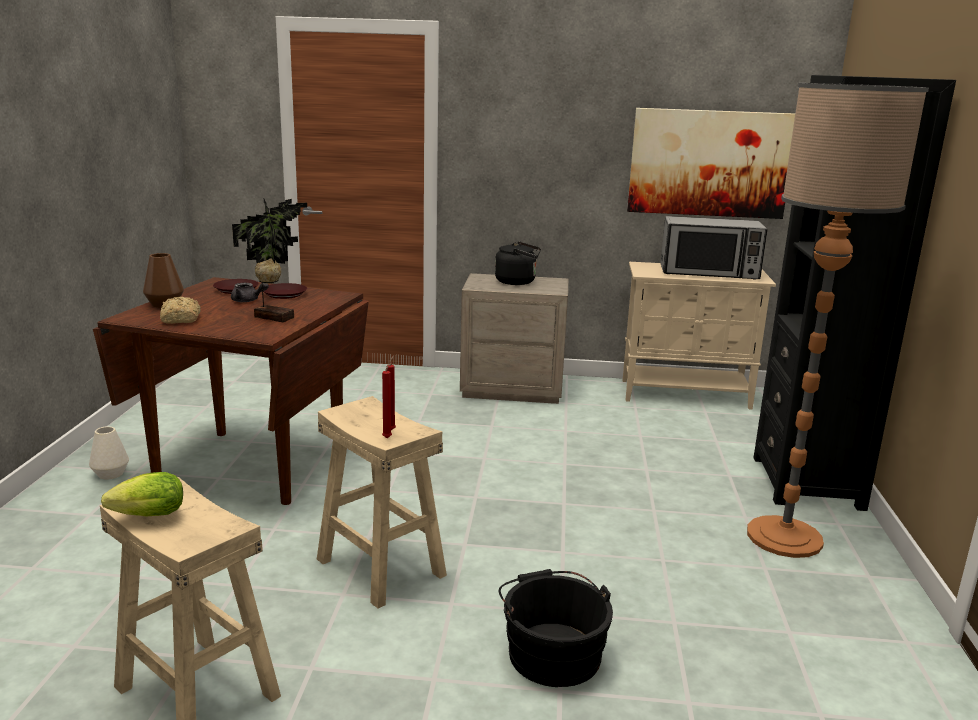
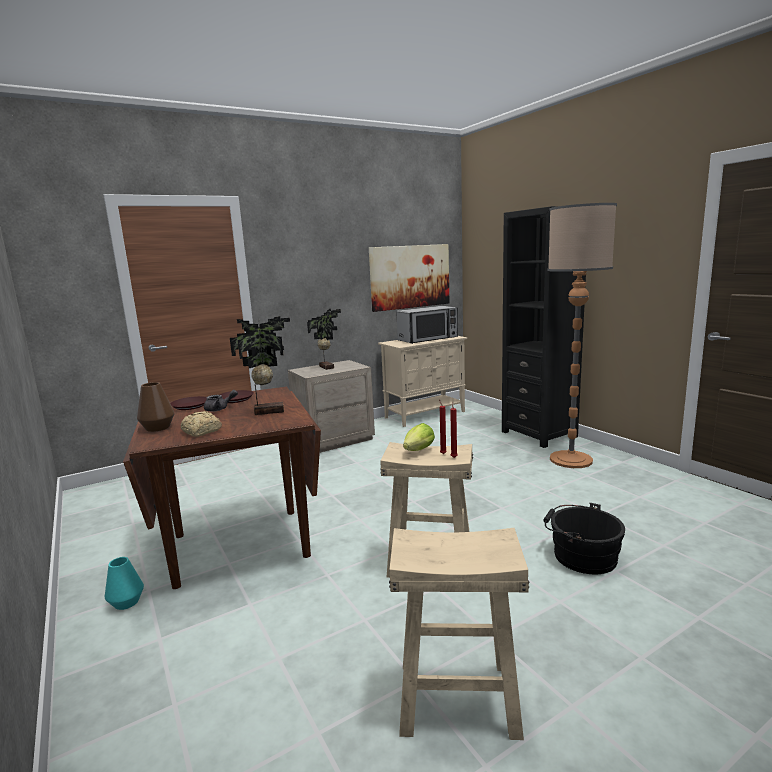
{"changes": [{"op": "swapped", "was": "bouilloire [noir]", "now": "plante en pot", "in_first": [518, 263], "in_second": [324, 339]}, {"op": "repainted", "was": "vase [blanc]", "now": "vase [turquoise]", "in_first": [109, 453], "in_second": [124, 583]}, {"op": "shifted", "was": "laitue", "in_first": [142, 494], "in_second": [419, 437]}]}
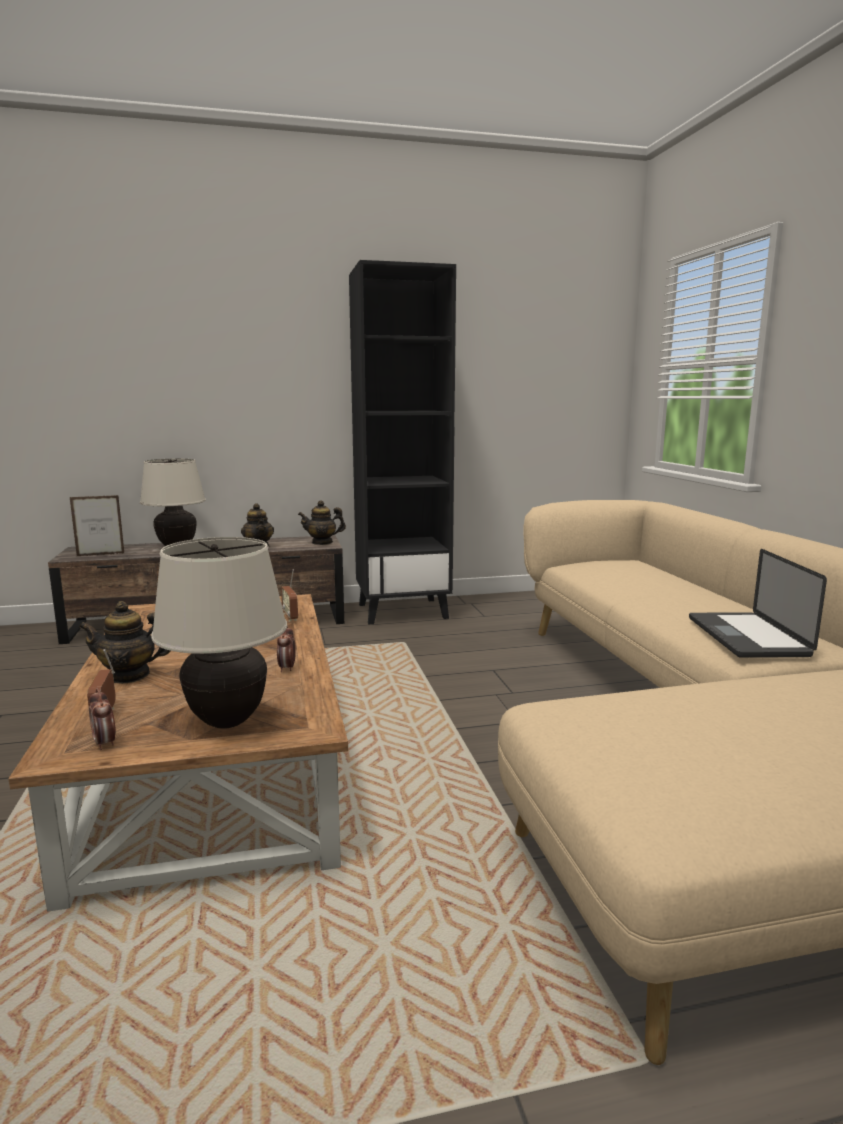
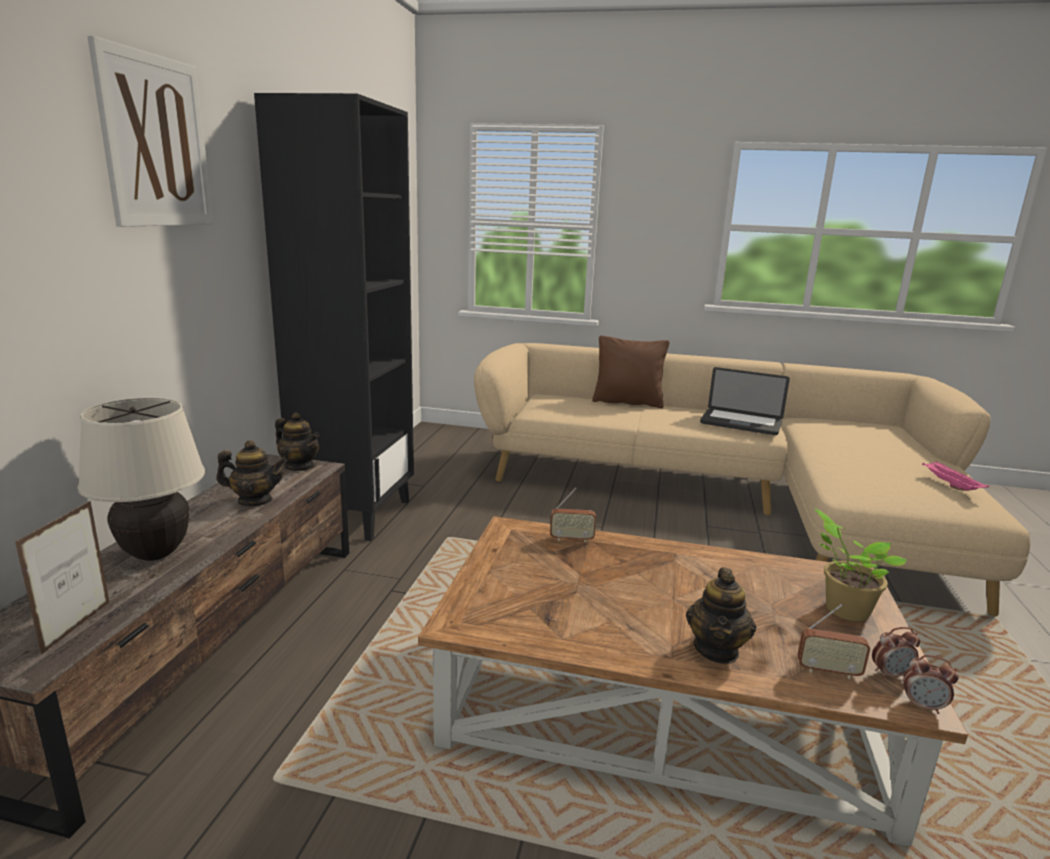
{"changes": [{"op": "rotated", "was": "théière", "in_first": [322, 522], "in_second": [297, 441], "clockwise": -75}, {"op": "swapped", "was": "lampe de table [beige]", "now": "plante en pot", "in_first": [219, 633], "in_second": [860, 564]}, {"op": "shifted", "was": "réveil", "in_first": [286, 649], "in_second": [931, 684]}, {"op": "new", "now": "tableau", "in_second": [150, 131]}, {"op": "new", "now": "coussin [marron]", "in_second": [631, 371]}, {"op": "new", "now": "plateau [rose]", "in_second": [955, 476]}]}
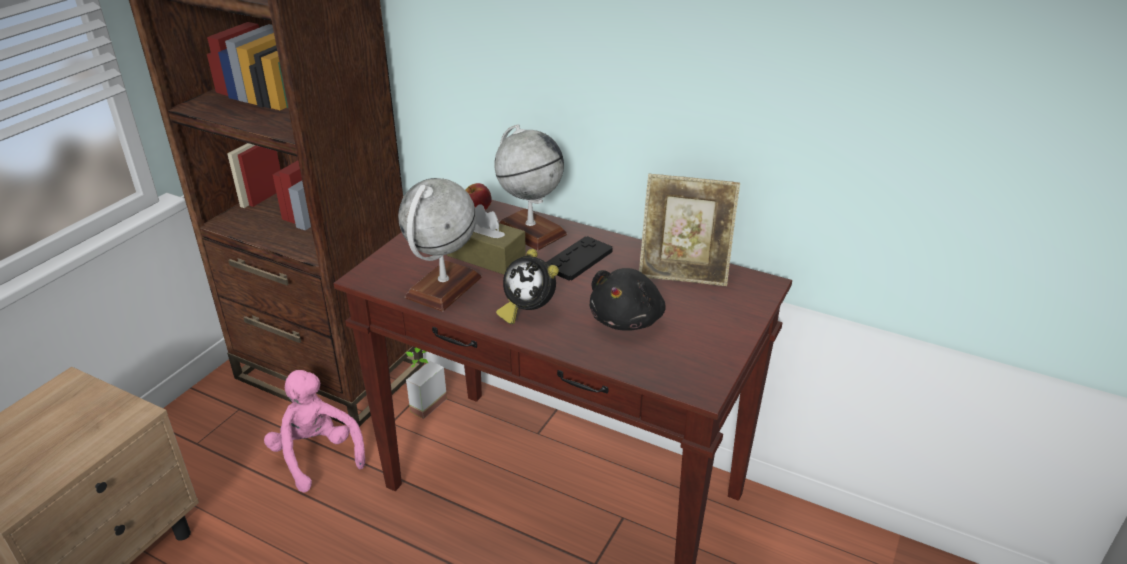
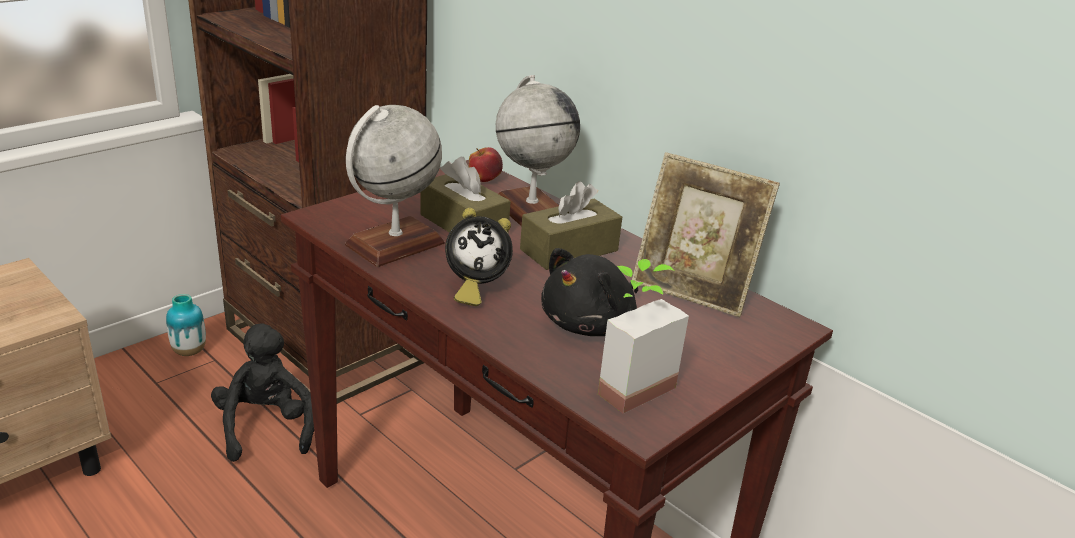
{"changes": [{"op": "swapped", "was": "manette [noir]", "now": "boîte à mouchoirs [marron]", "in_first": [579, 258], "in_second": [571, 225]}, {"op": "rotated", "was": "réveil", "in_first": [527, 286], "in_second": [479, 257], "clockwise": -60}, {"op": "shifted", "was": "plante en pot", "in_first": [426, 383], "in_second": [643, 336]}, {"op": "repainted", "was": "peluche [rose]", "now": "peluche [noir]", "in_first": [314, 431], "in_second": [262, 393]}, {"op": "new", "now": "vase", "in_second": [186, 325]}]}
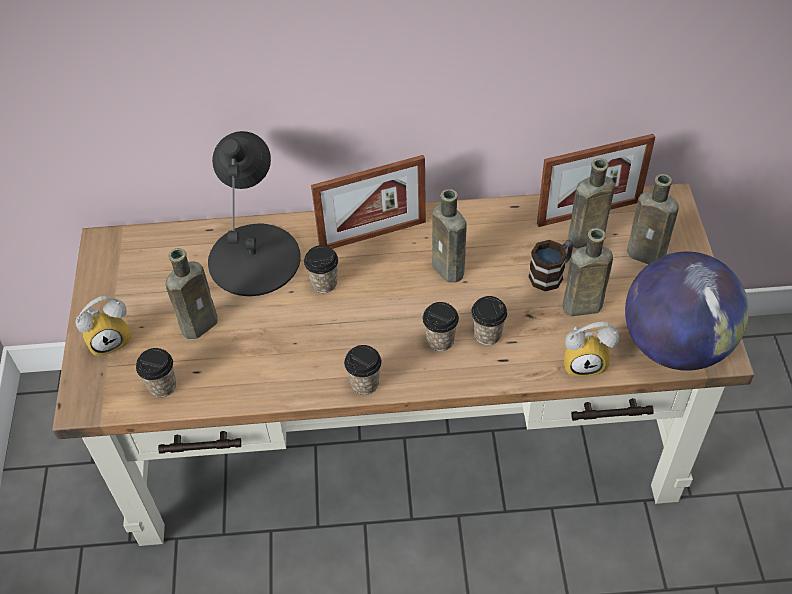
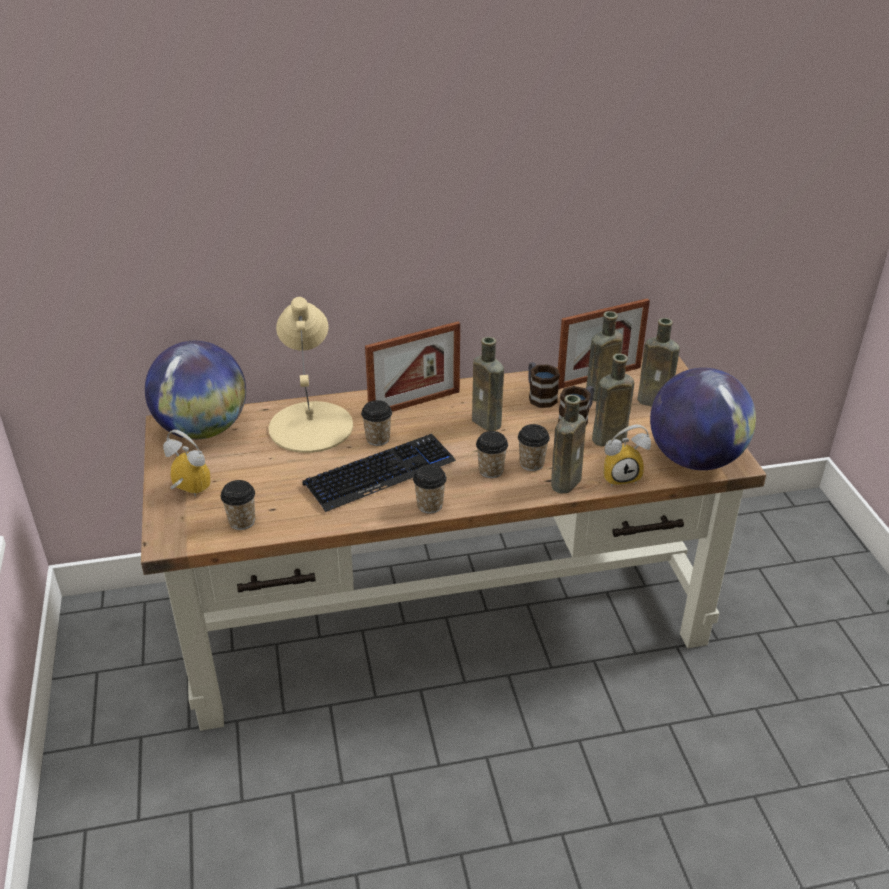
{"changes": [{"op": "repainted", "was": "lampe de table [noir]", "now": "lampe de table [beige]", "in_first": [254, 213], "in_second": [310, 375]}, {"op": "shifted", "was": "bouteille [marron]", "in_first": [191, 293], "in_second": [568, 444]}, {"op": "rotated", "was": "réveil", "in_first": [103, 326], "in_second": [187, 463], "clockwise": -120}, {"op": "new", "now": "globe", "in_second": [195, 390]}, {"op": "new", "now": "mug", "in_second": [544, 385]}, {"op": "new", "now": "clavier", "in_second": [379, 473]}]}
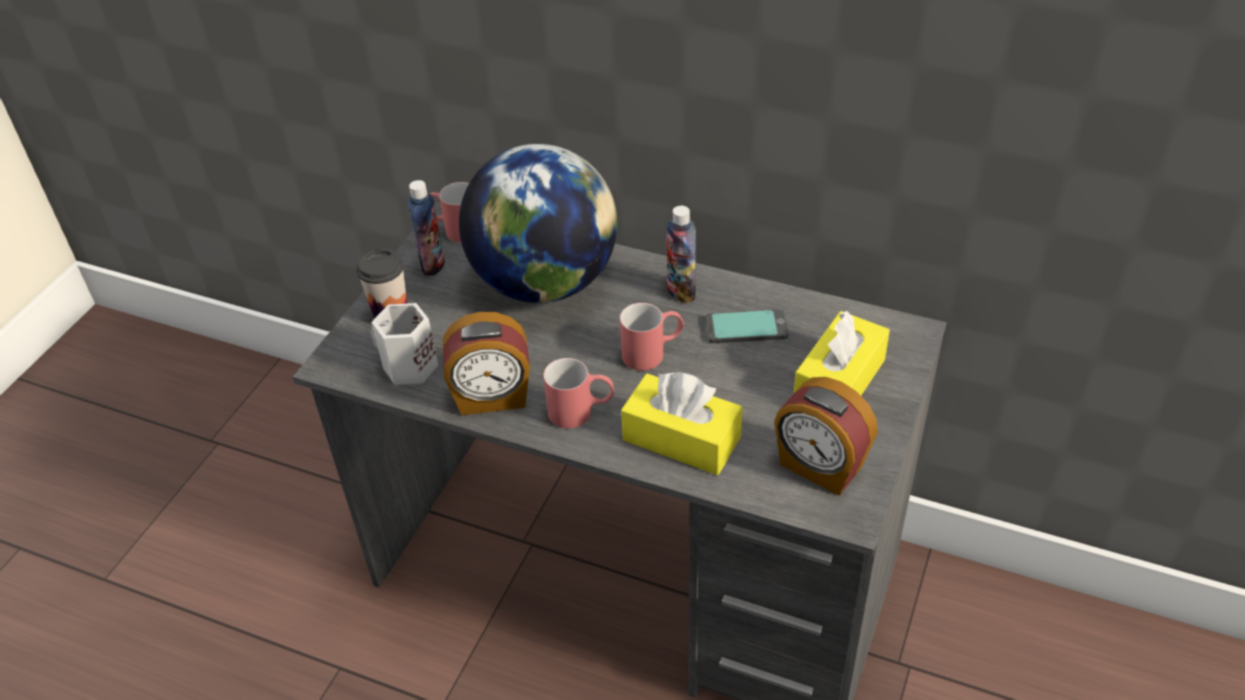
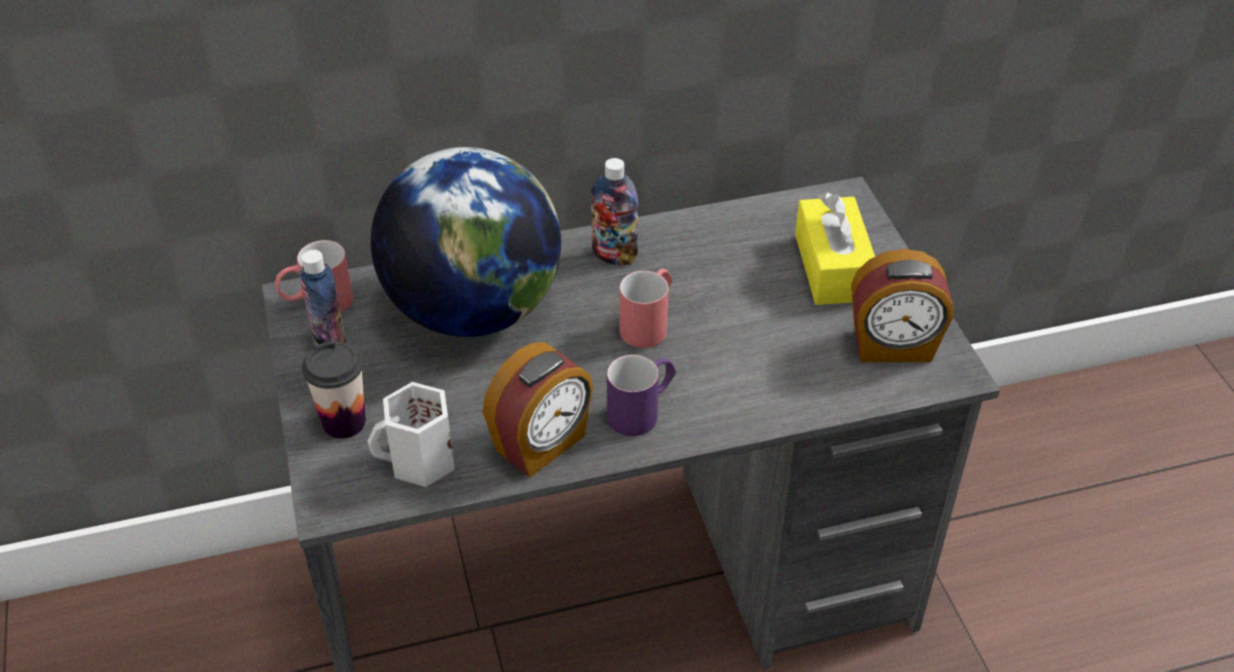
{"changes": [{"op": "gone", "was": "téléphone", "in_first": [747, 326]}, {"op": "repainted", "was": "mug [rouge]", "now": "mug [violet]", "in_first": [578, 393], "in_second": [641, 395]}, {"op": "gone", "was": "boîte à mouchoirs [jaune]", "in_first": [681, 423]}]}
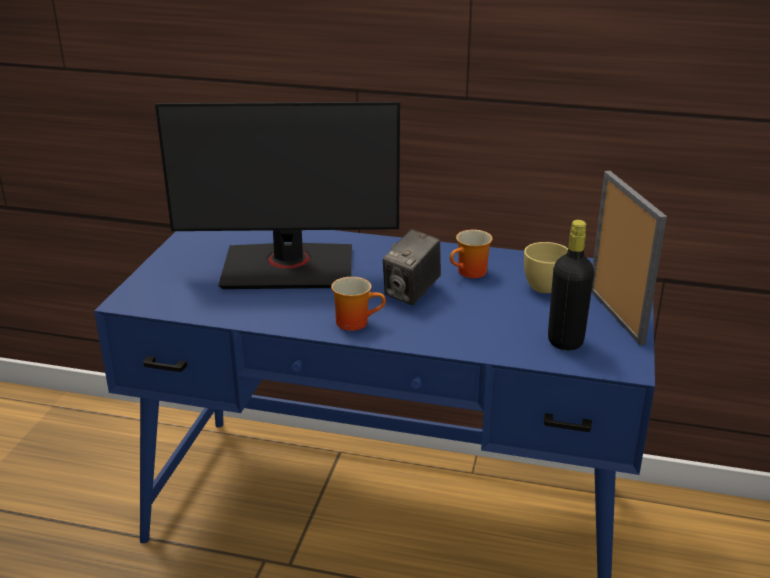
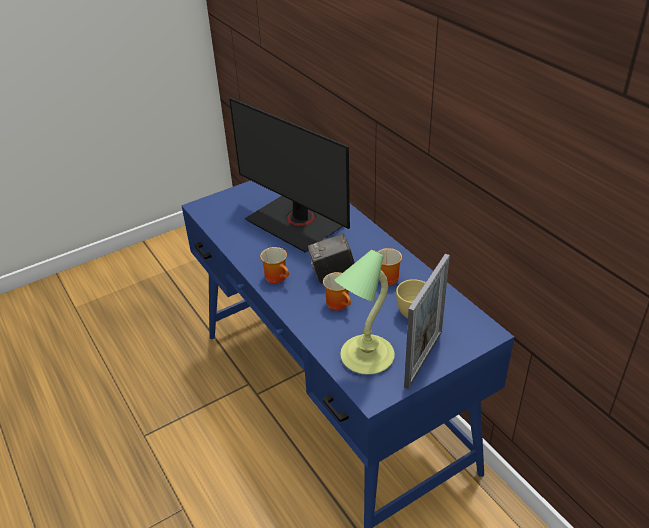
{"changes": [{"op": "swapped", "was": "bouteille [noir]", "now": "lampe de table", "in_first": [571, 285], "in_second": [365, 312]}, {"op": "new", "now": "mug", "in_second": [337, 291]}]}
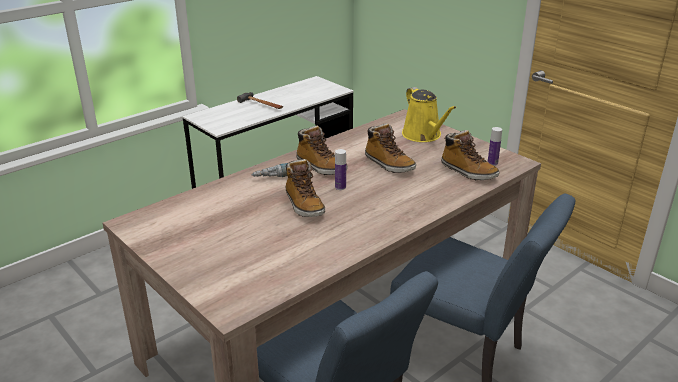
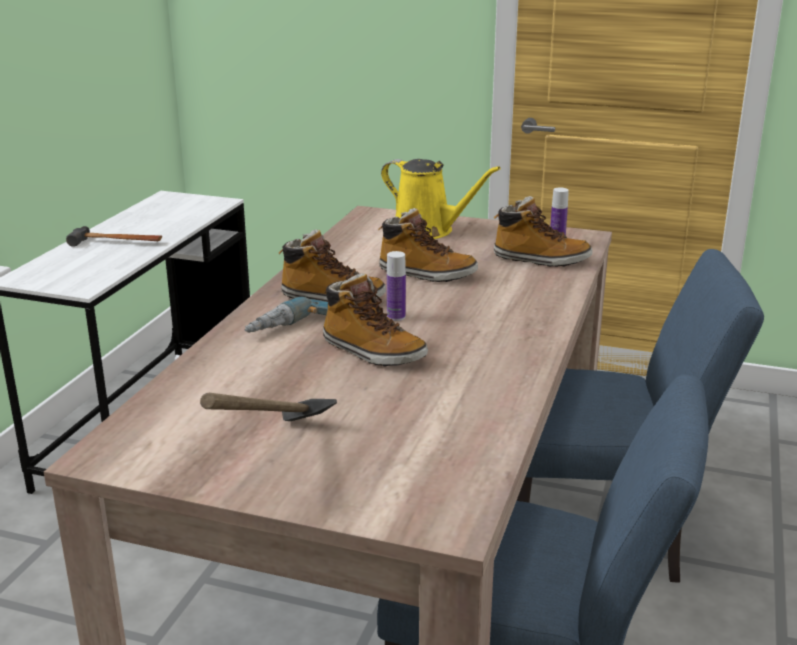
{"changes": [{"op": "new", "now": "marteau", "in_second": [268, 407]}]}
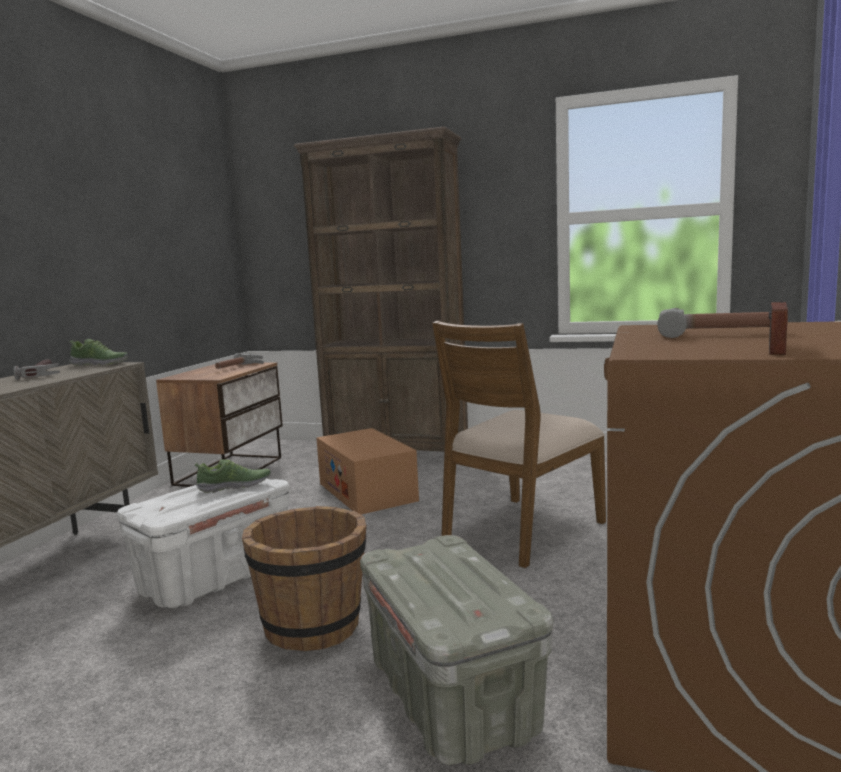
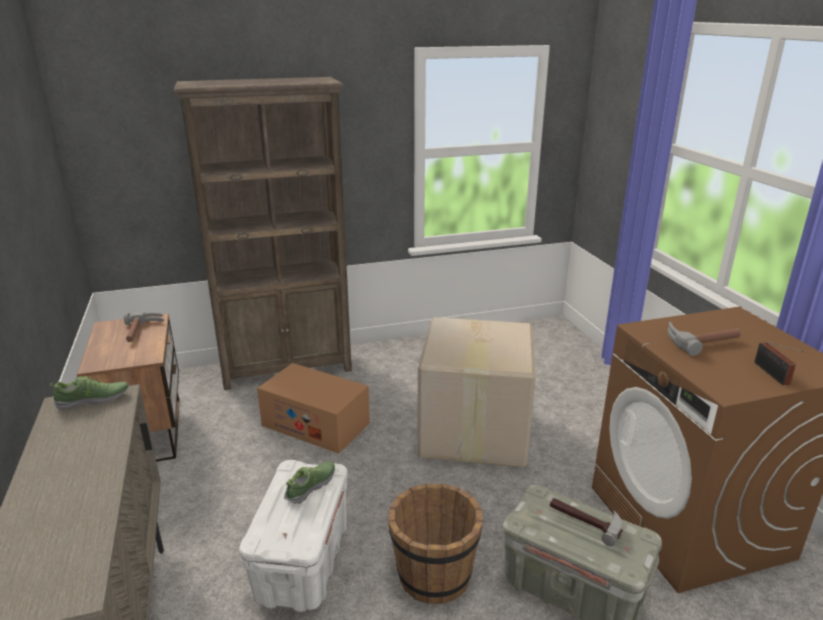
{"changes": [{"op": "swapped", "was": "chaise [marron]", "now": "carton", "in_first": [519, 444], "in_second": [476, 392]}, {"op": "shifted", "was": "marteau", "in_first": [37, 369], "in_second": [586, 522]}]}
